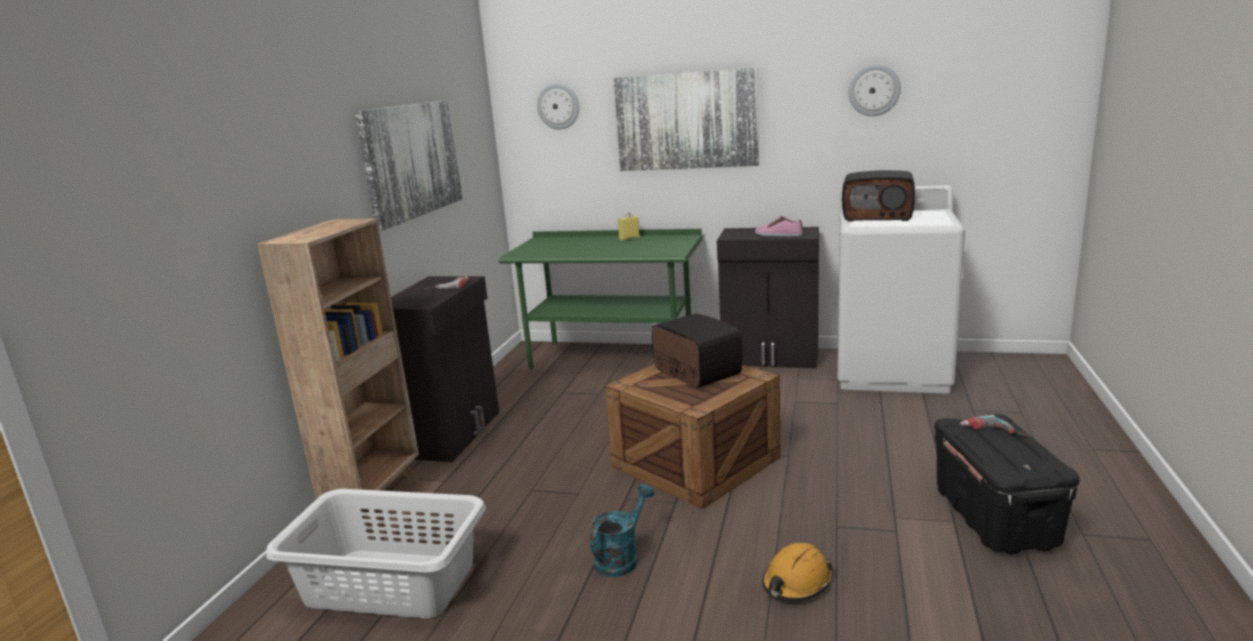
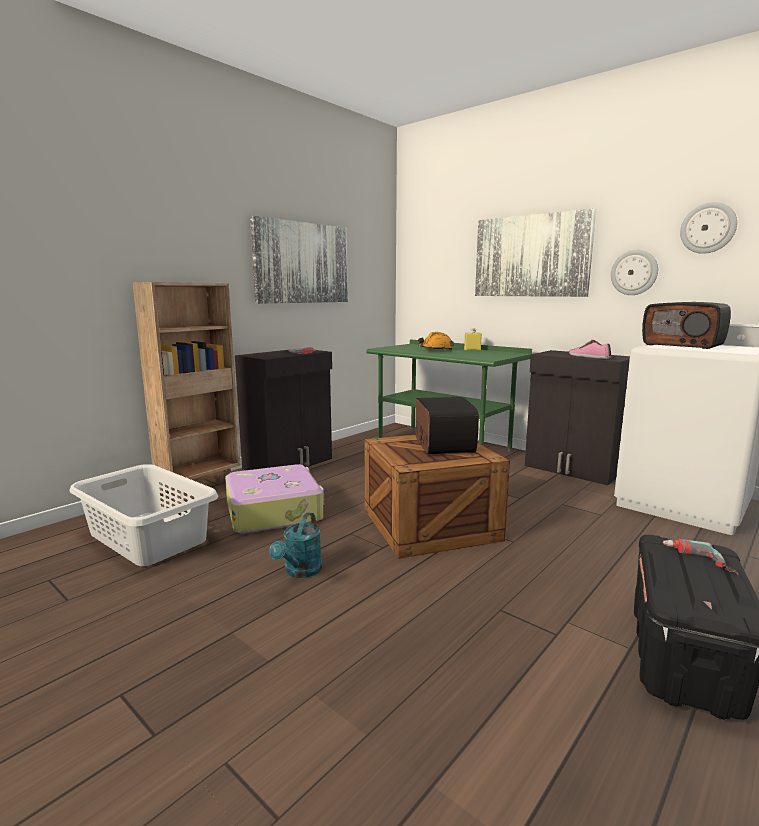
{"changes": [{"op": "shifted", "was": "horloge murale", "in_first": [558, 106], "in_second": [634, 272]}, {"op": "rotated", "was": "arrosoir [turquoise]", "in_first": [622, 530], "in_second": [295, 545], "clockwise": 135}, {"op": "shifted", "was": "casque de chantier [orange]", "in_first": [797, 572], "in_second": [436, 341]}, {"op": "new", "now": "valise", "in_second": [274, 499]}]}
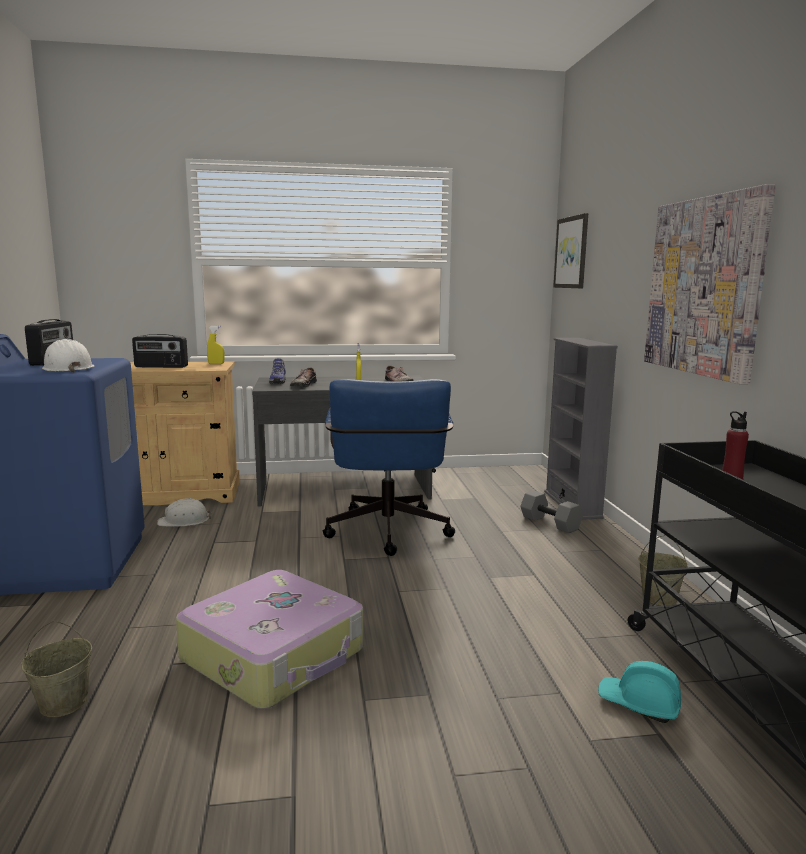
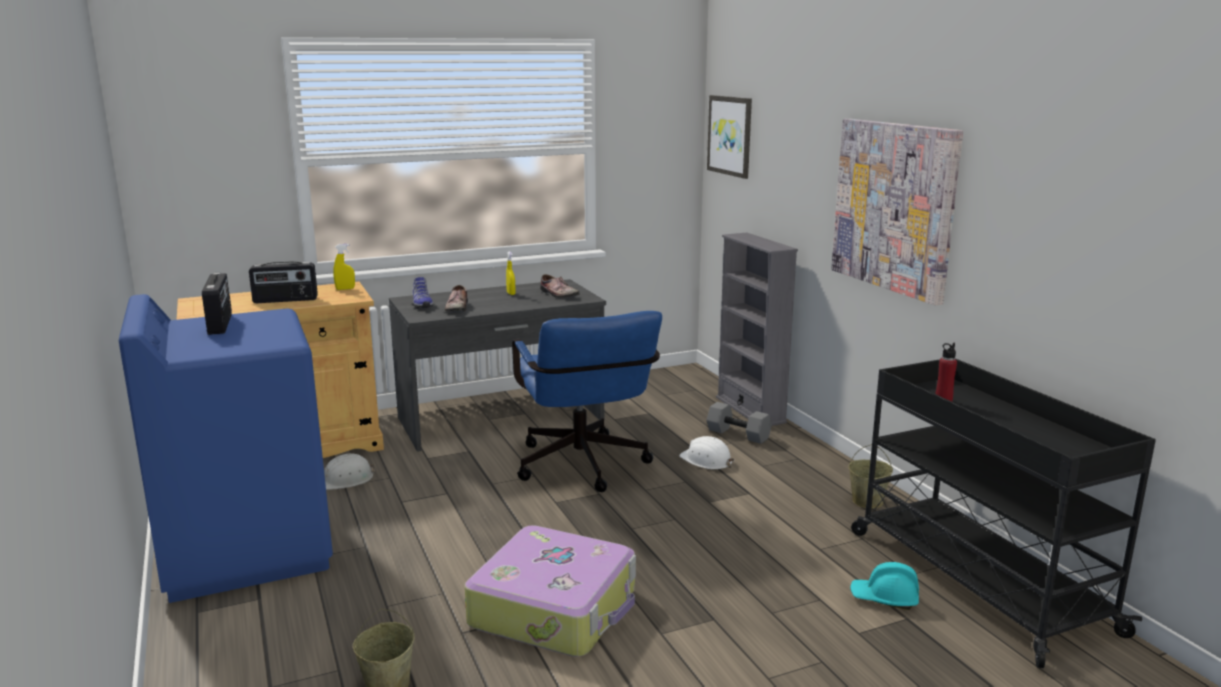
{"changes": [{"op": "shifted", "was": "casque de chantier [blanc]", "in_first": [68, 356], "in_second": [706, 453]}]}
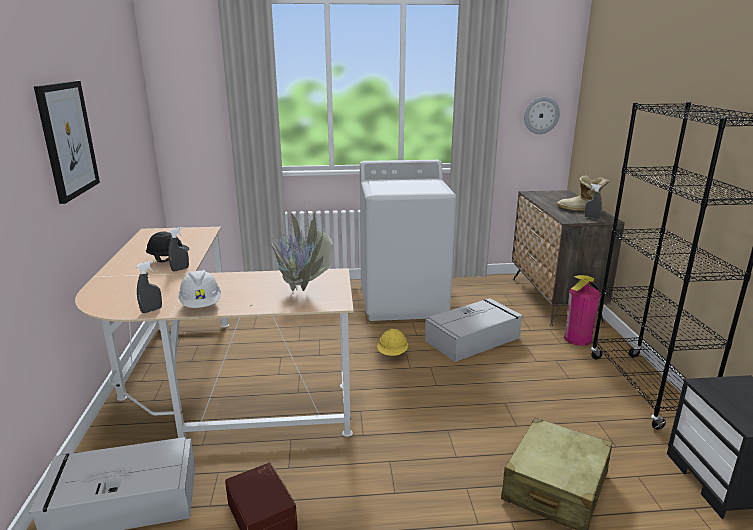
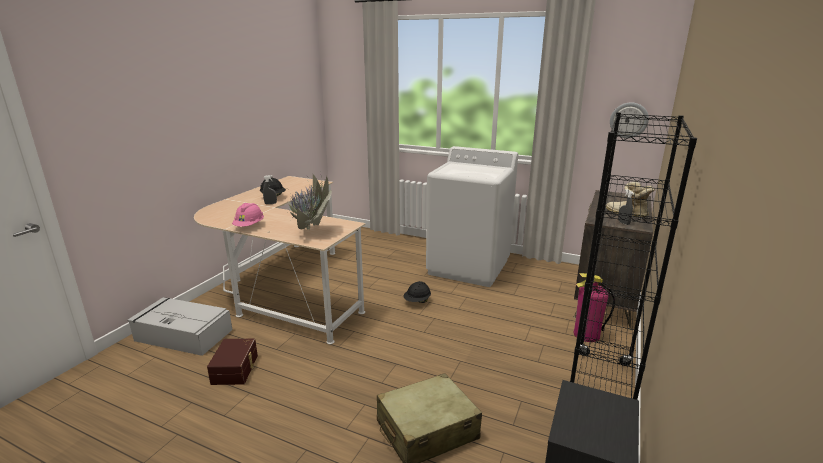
{"changes": [{"op": "gone", "was": "tableau", "in_first": [67, 142]}, {"op": "gone", "was": "vaporisateur [gris]", "in_first": [149, 287]}, {"op": "repainted", "was": "casque de chantier [blanc]", "now": "casque de chantier [rose]", "in_first": [199, 289], "in_second": [248, 215]}, {"op": "gone", "was": "boîte de rangement [gris]", "in_first": [474, 330]}, {"op": "repainted", "was": "casque de chantier [jaune]", "now": "casque de chantier [noir]", "in_first": [392, 342], "in_second": [417, 292]}]}
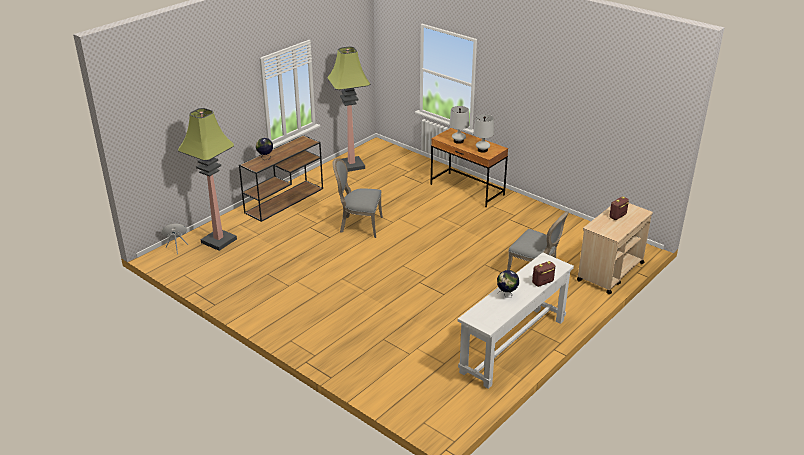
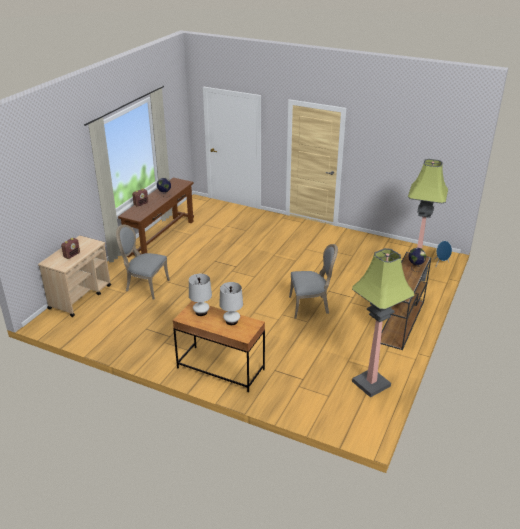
{"changes": [{"op": "repainted", "was": "table console [blanc]", "now": "table console [marron]", "in_first": [516, 320], "in_second": [156, 217]}]}
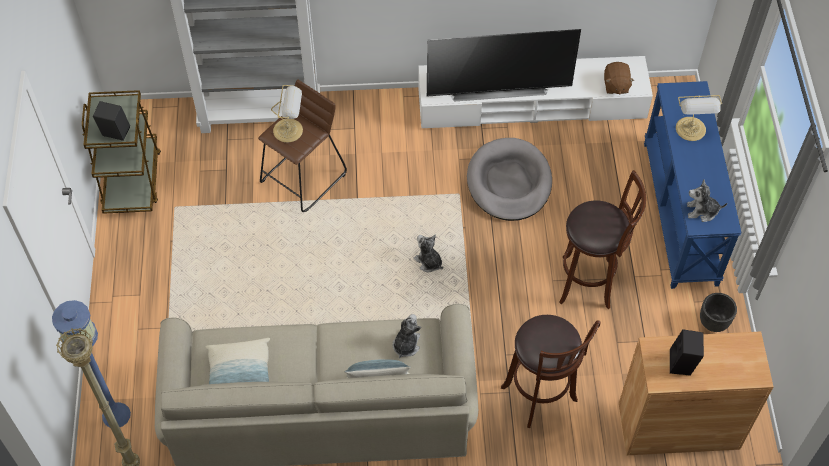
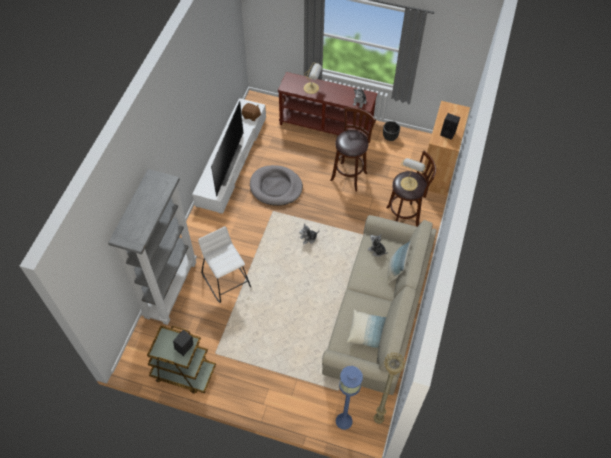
{"changes": [{"op": "repainted", "was": "tabouret [marron]", "now": "tabouret [blanc]", "in_first": [302, 145], "in_second": [224, 264]}, {"op": "repainted", "was": "table console [bleu]", "now": "table console [marron]", "in_first": [693, 185], "in_second": [327, 104]}, {"op": "shifted", "was": "lampe de table", "in_first": [287, 114], "in_second": [413, 174]}]}
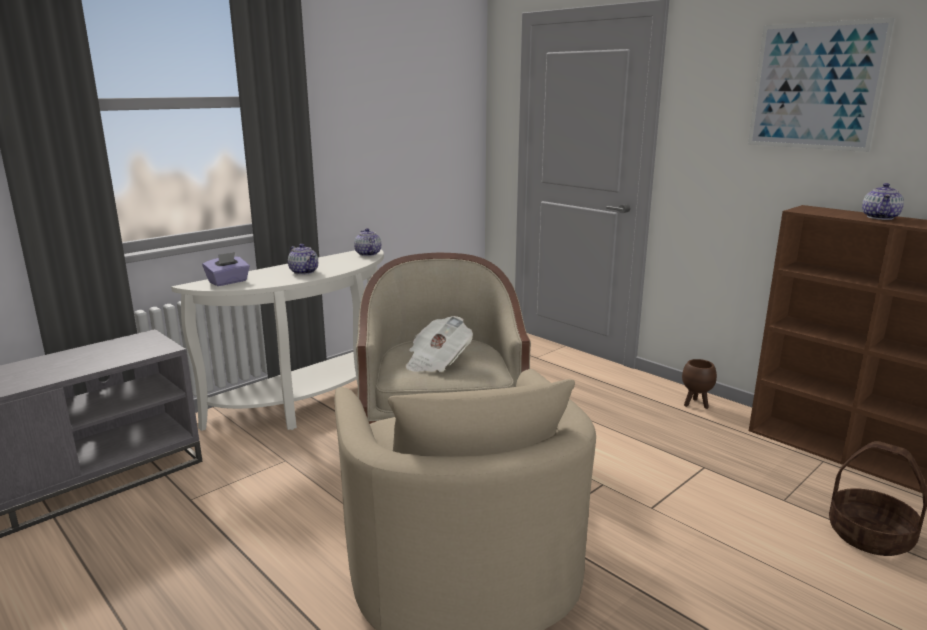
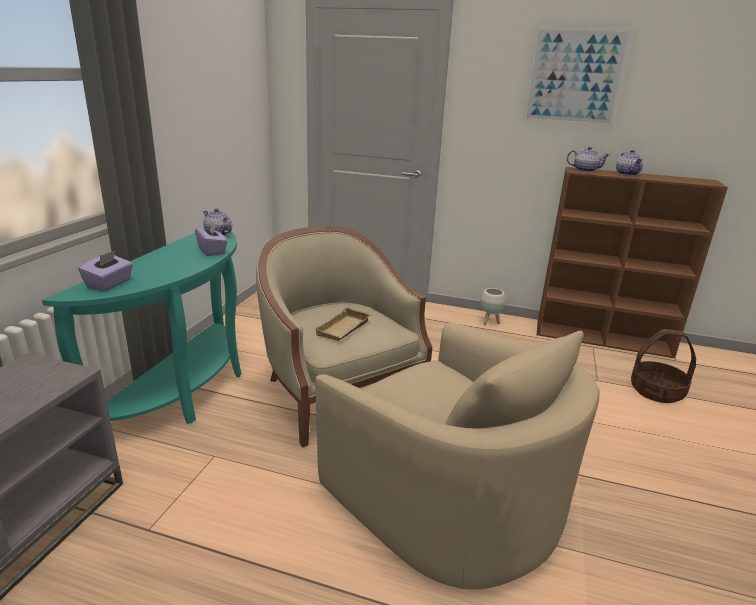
{"changes": [{"op": "shifted", "was": "théière", "in_first": [303, 259], "in_second": [588, 159]}, {"op": "repainted", "was": "table console [blanc]", "now": "table console [turquoise]", "in_first": [277, 340], "in_second": [141, 326]}, {"op": "swapped", "was": "journal", "now": "plateau [beige]", "in_first": [439, 344], "in_second": [343, 324]}, {"op": "repainted", "was": "cache-pot [marron]", "now": "cache-pot [blanc]", "in_first": [699, 384], "in_second": [493, 306]}, {"op": "new", "now": "boîte à mouchoirs [violet]", "in_second": [211, 238]}]}
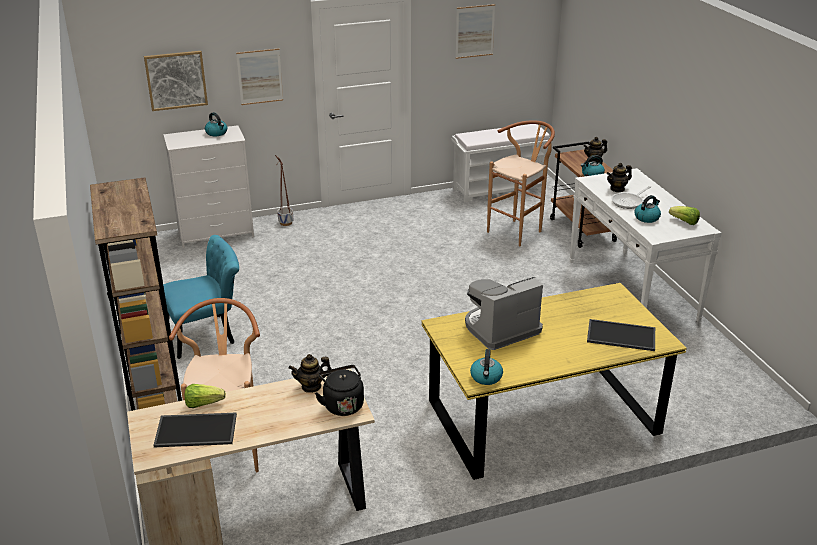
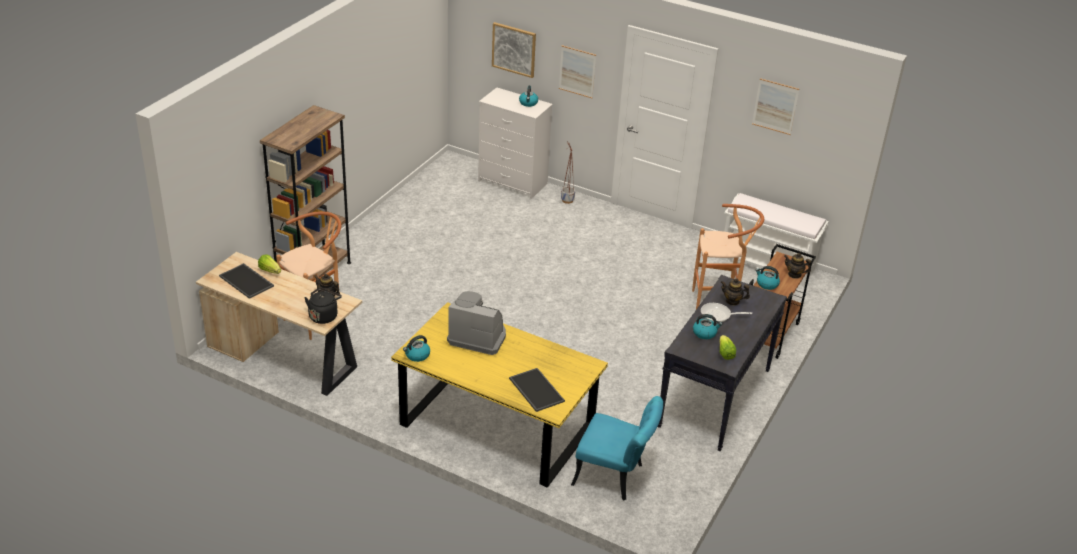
{"changes": [{"op": "repainted", "was": "table console [blanc]", "now": "table console [noir]", "in_first": [645, 245], "in_second": [722, 363]}, {"op": "shifted", "was": "chaise [turquoise]", "in_first": [201, 297], "in_second": [617, 448]}]}
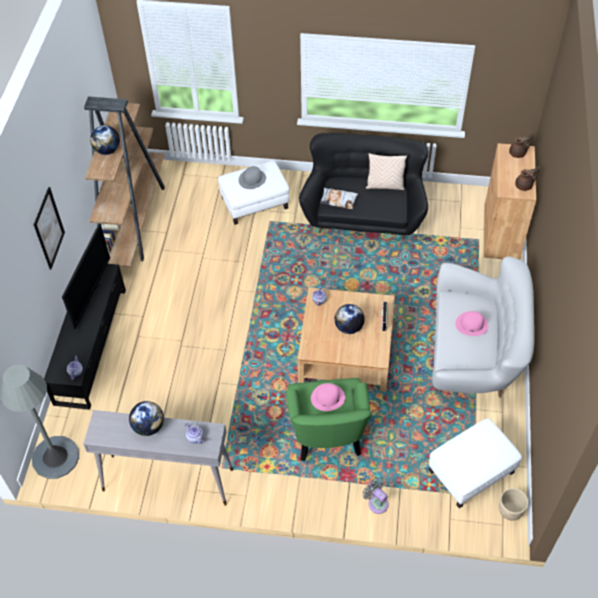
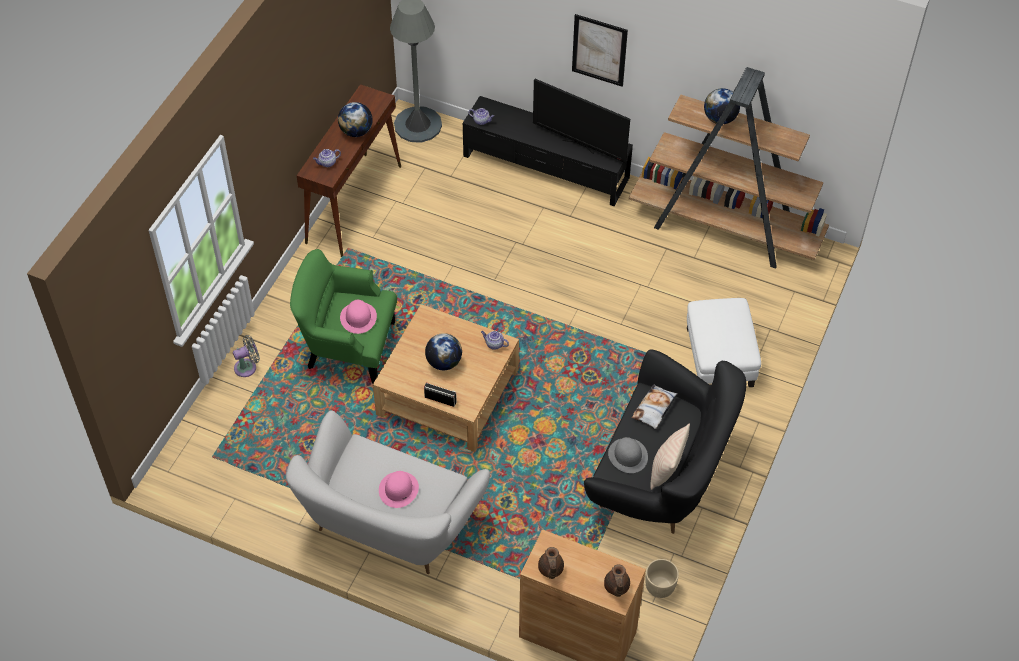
{"changes": [{"op": "shifted", "was": "chapeau [gris]", "in_first": [252, 177], "in_second": [628, 455]}, {"op": "repainted", "was": "table console [gris]", "now": "table console [marron]", "in_first": [158, 458], "in_second": [348, 170]}, {"op": "gone", "was": "pouf [blanc]", "in_first": [475, 463]}, {"op": "shifted", "was": "cache-pot [beige]", "in_first": [513, 504], "in_second": [662, 578]}]}
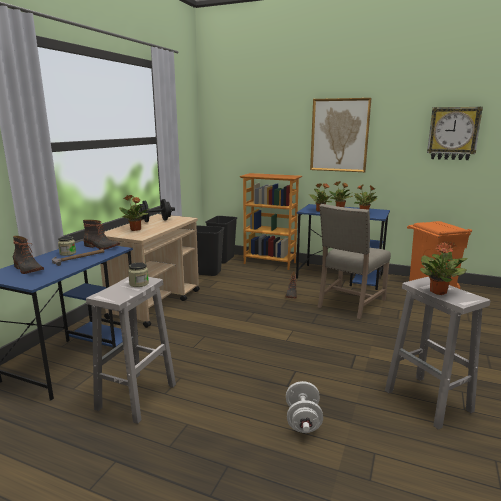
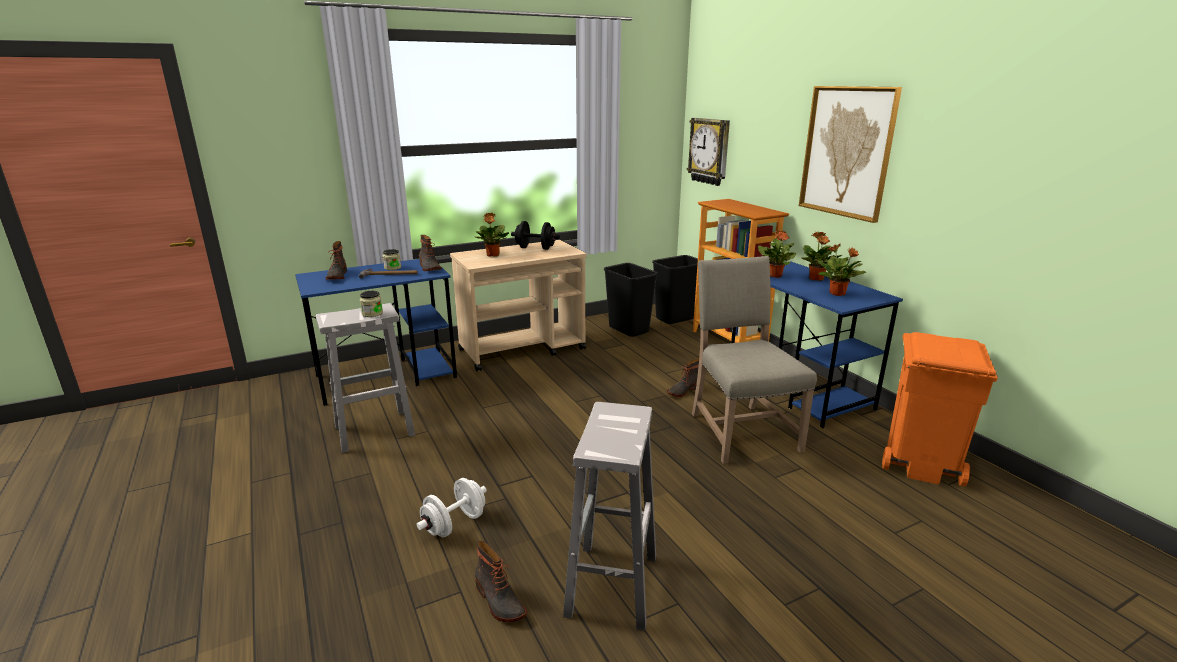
{"changes": [{"op": "shifted", "was": "horloge murale", "in_first": [455, 133], "in_second": [708, 152]}, {"op": "rotated", "was": "chaise [beige]", "in_first": [354, 261], "in_second": [754, 360], "clockwise": 90}, {"op": "gone", "was": "plante en pot", "in_first": [444, 268]}, {"op": "new", "now": "botte", "in_second": [501, 581]}]}
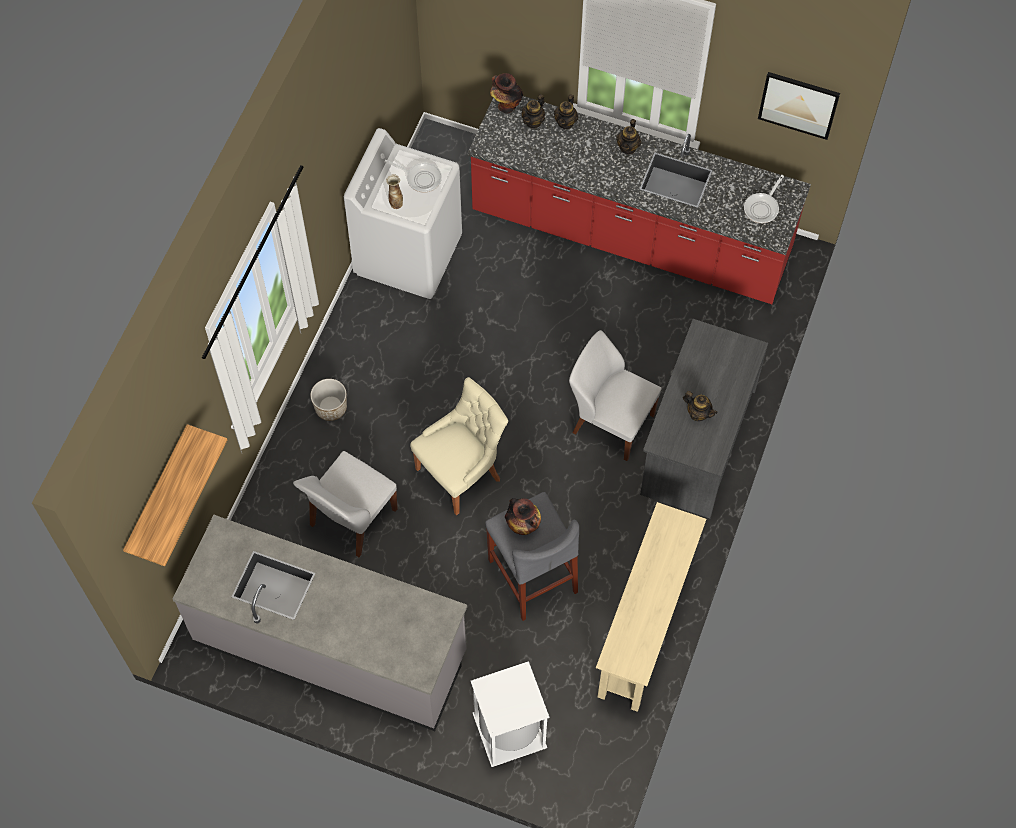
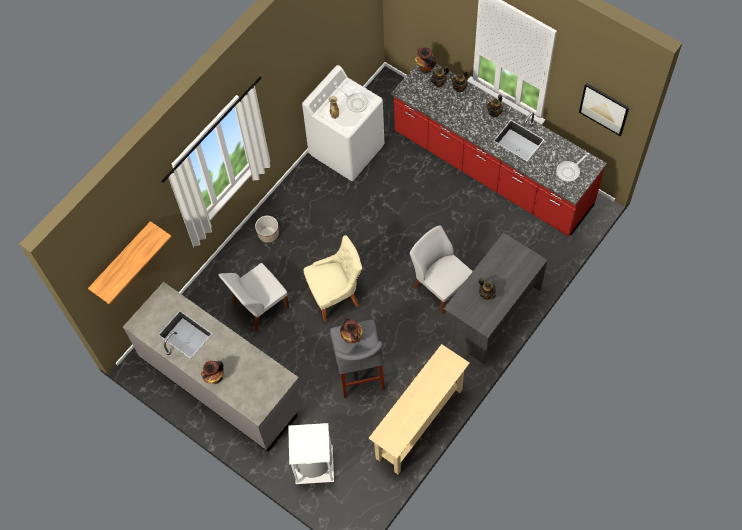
{"changes": [{"op": "new", "now": "vase", "in_second": [212, 372]}]}
